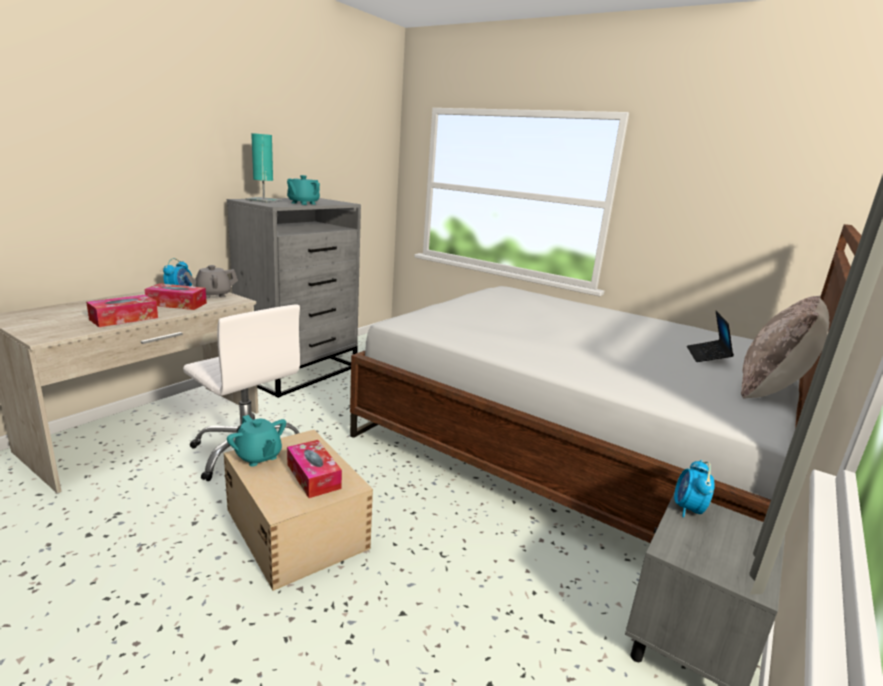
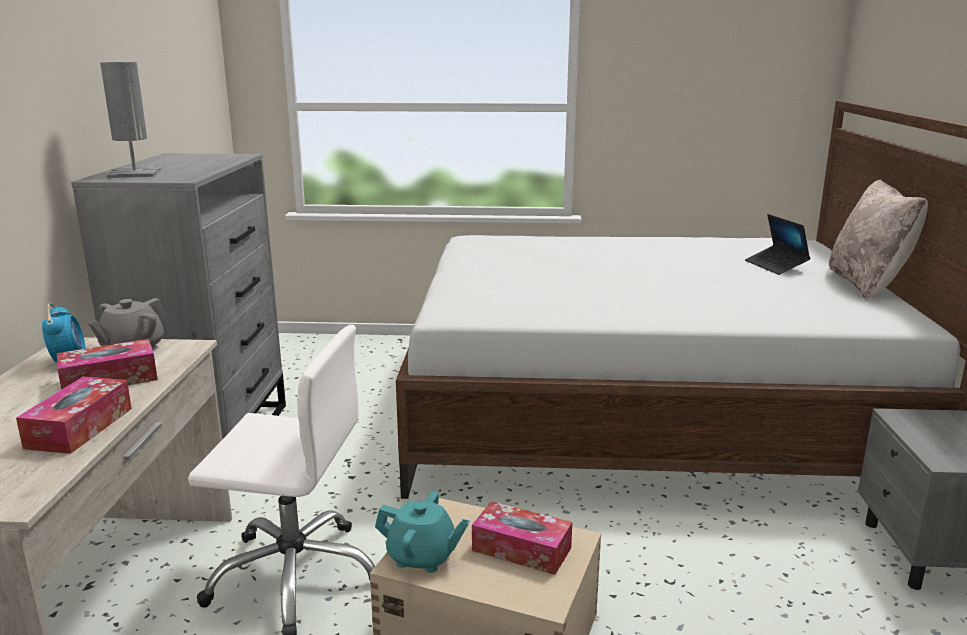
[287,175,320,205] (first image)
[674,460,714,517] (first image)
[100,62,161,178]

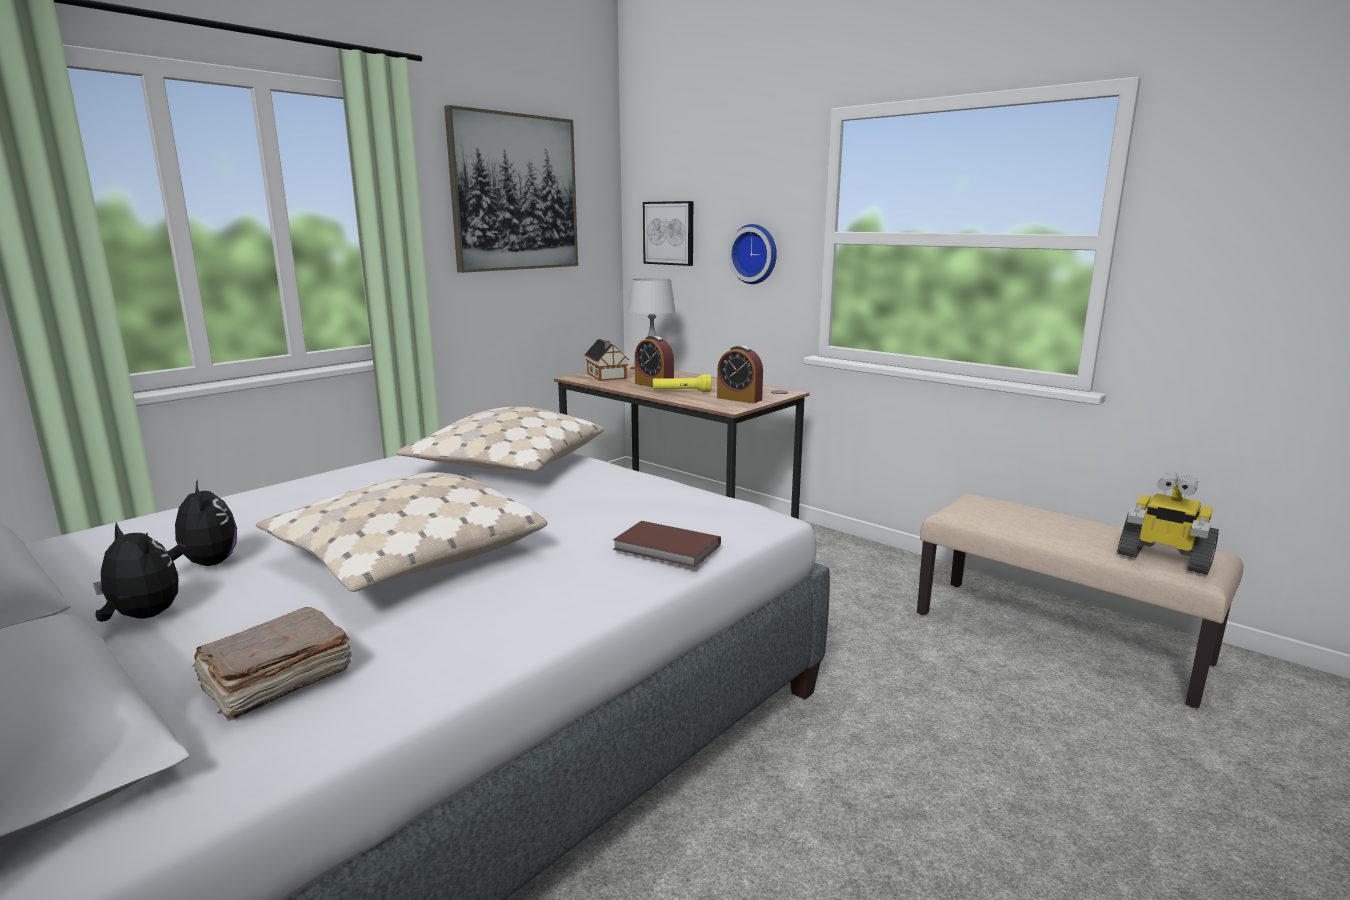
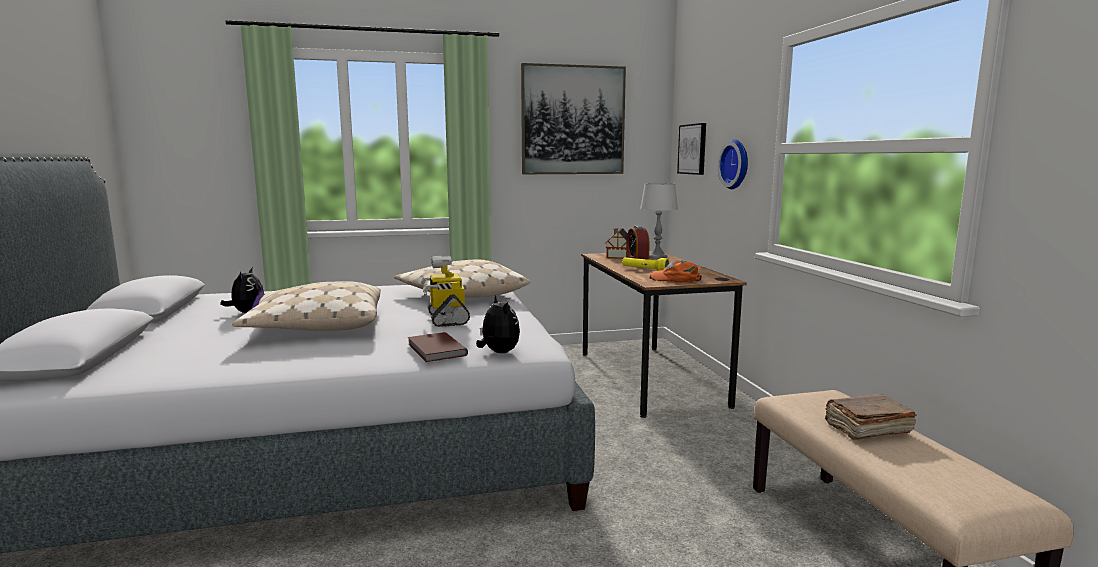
[476,295,520,353]
[825,394,917,440]
[420,255,470,327]
[649,261,702,282]

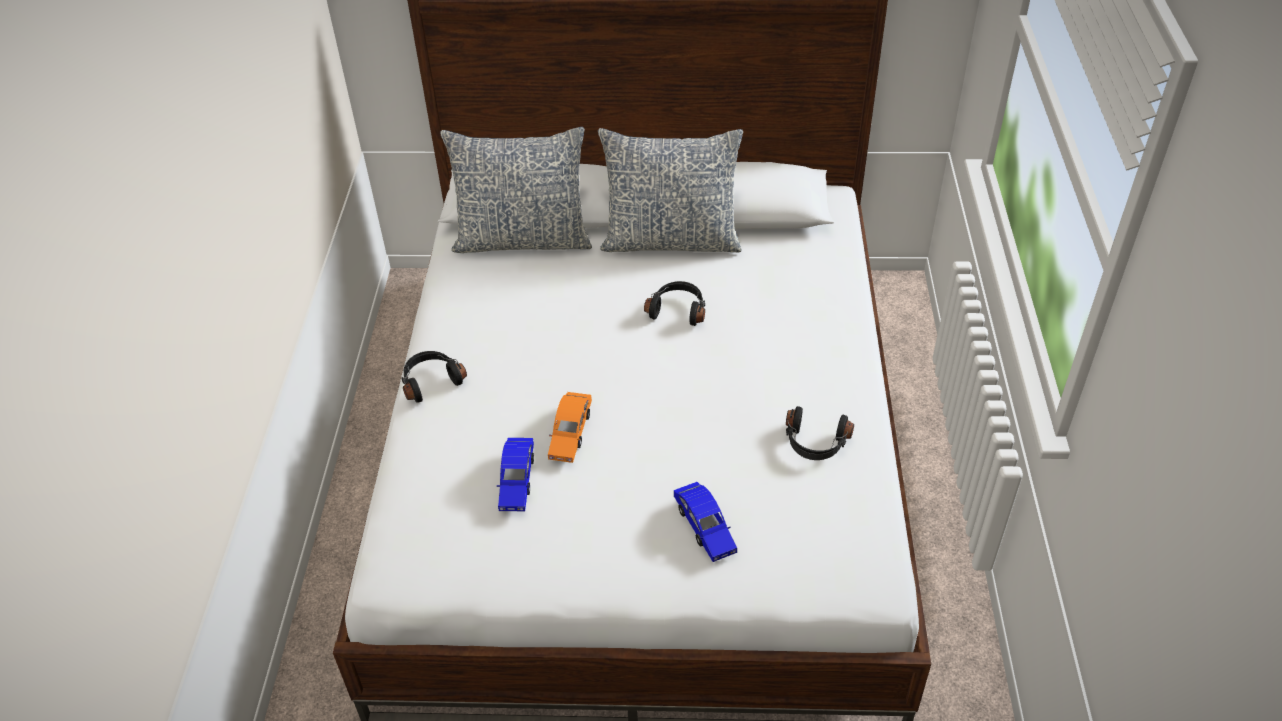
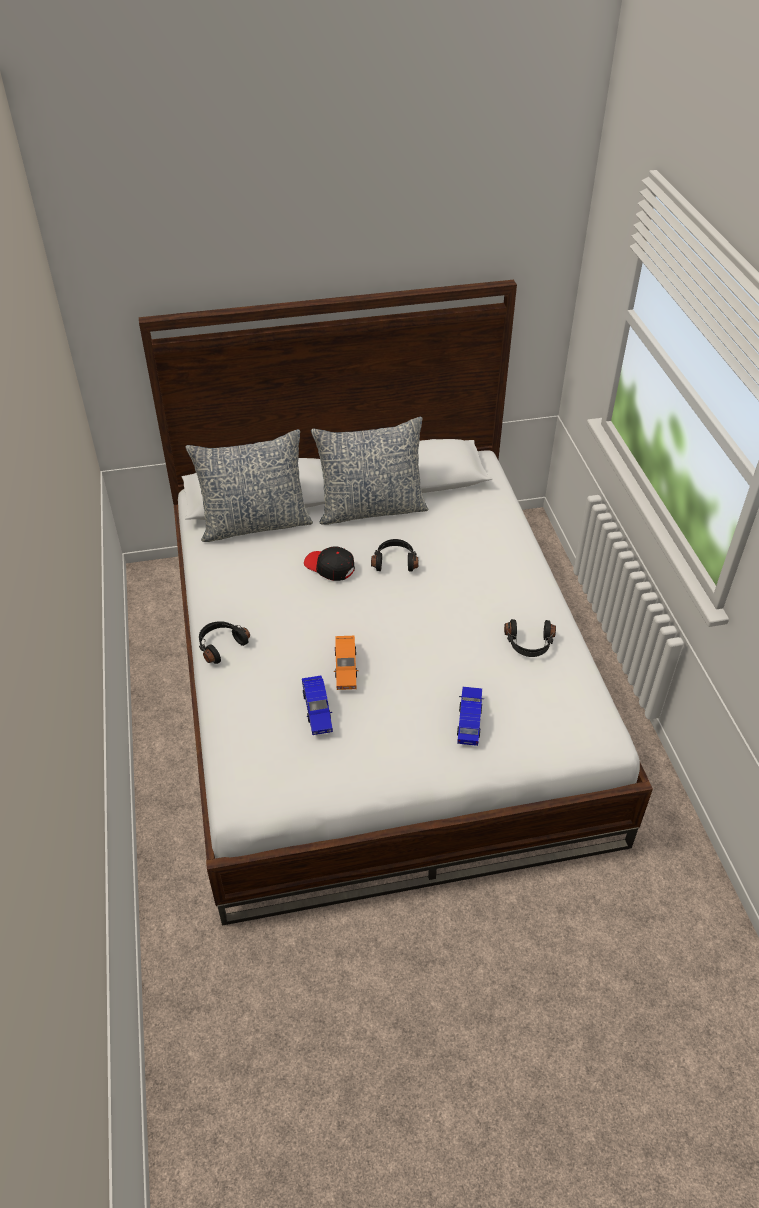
[304,546,355,581]
[457,687,484,746]

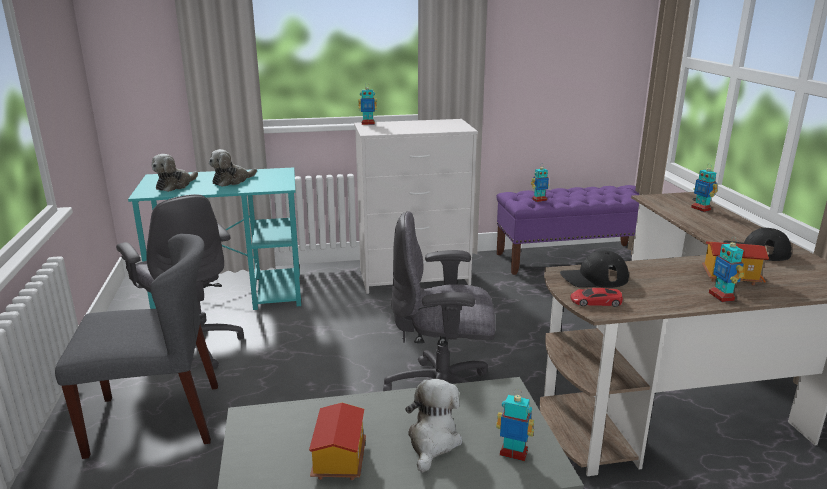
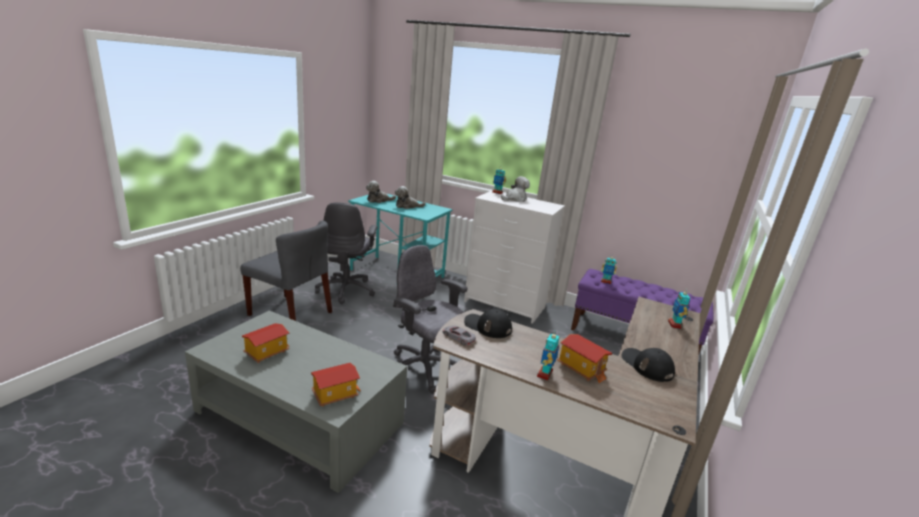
[501,176,530,202]
[311,363,360,407]
[443,325,476,346]

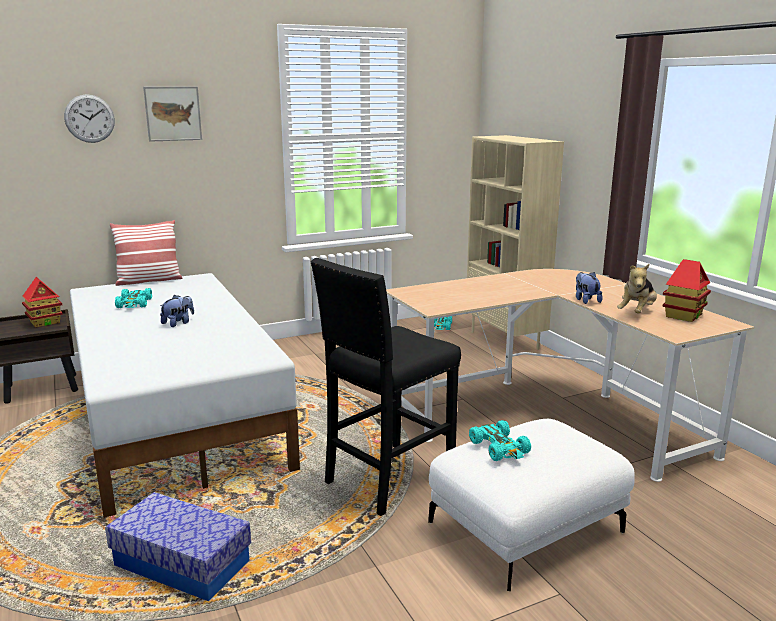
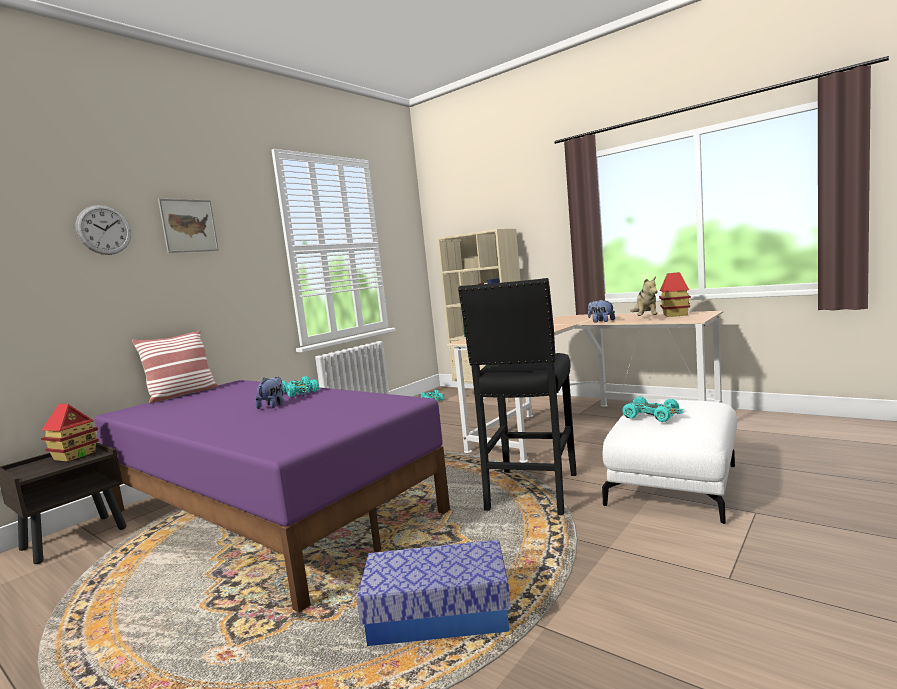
[282,376,319,397]
[94,380,450,613]

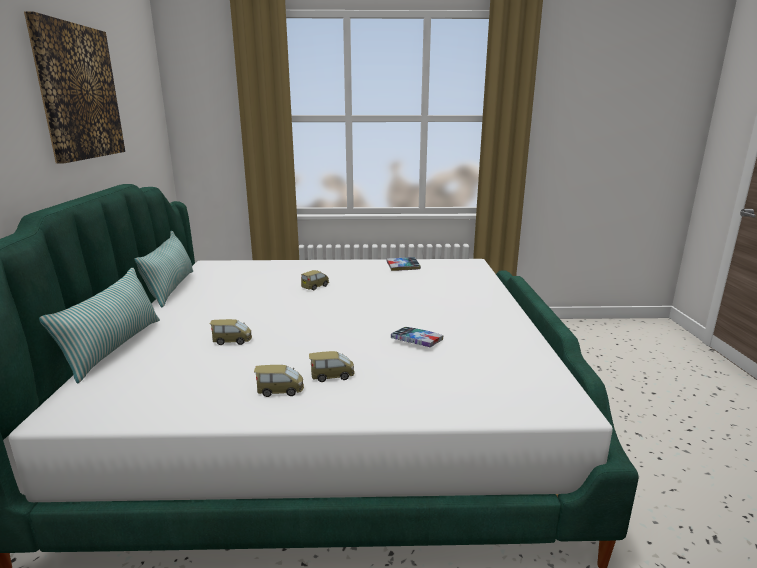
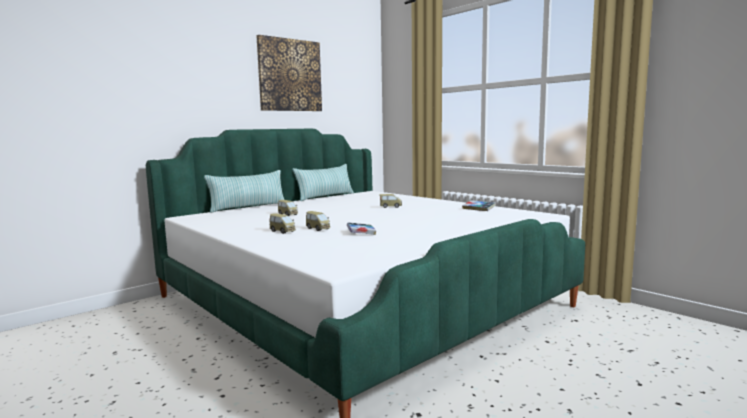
[306,211,330,231]

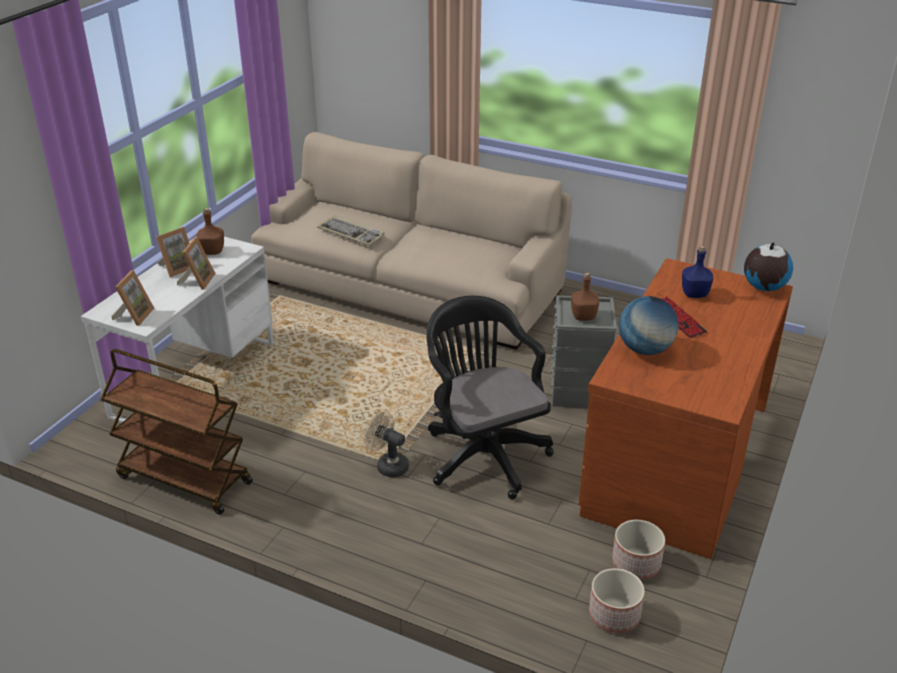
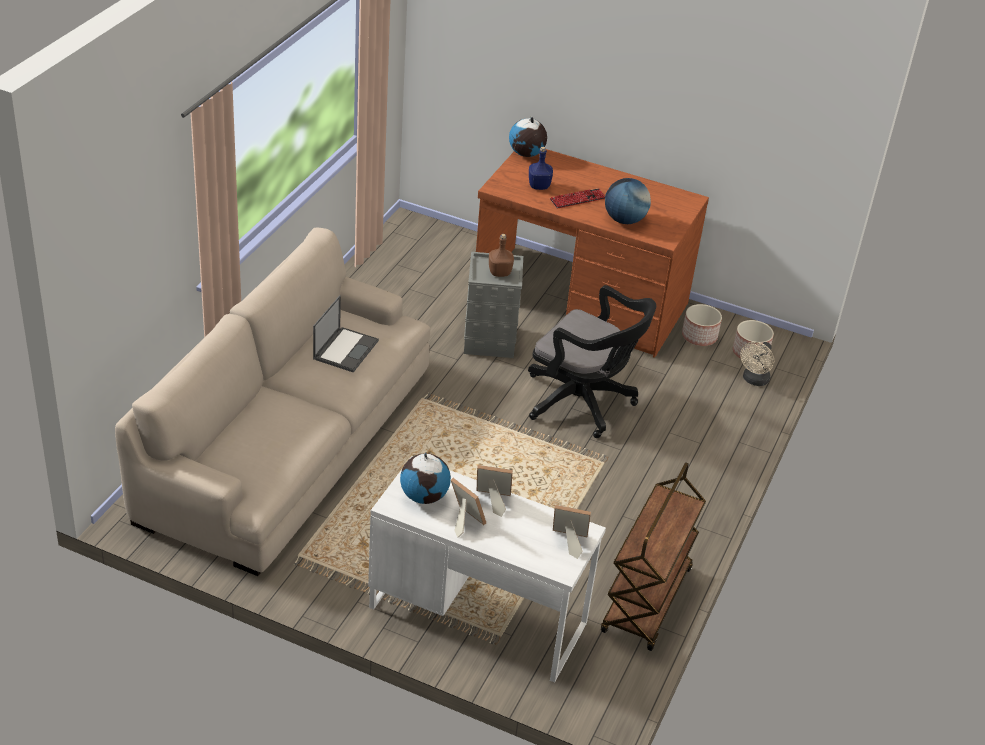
[317,215,384,246] (first image)
[313,295,379,373]
[740,342,774,386]
[400,453,451,504]
[528,285,656,438]

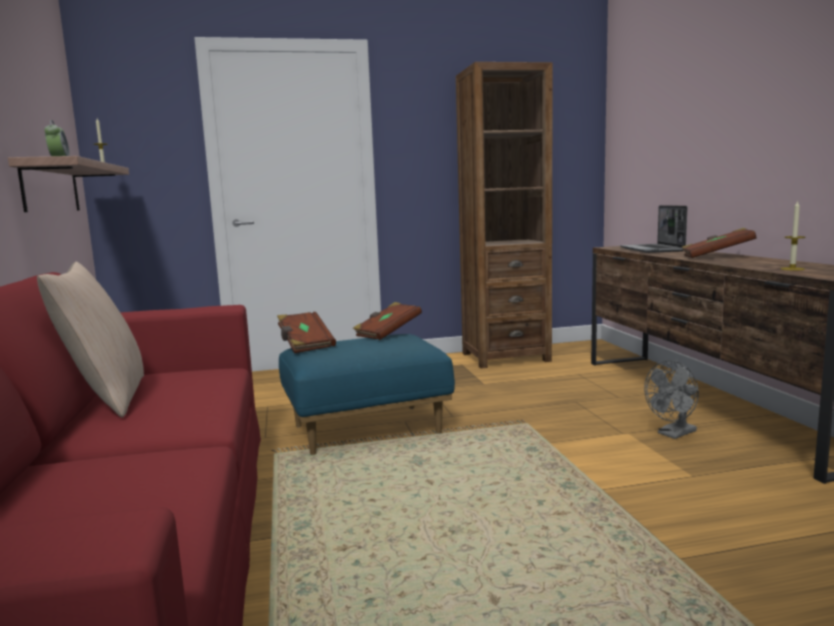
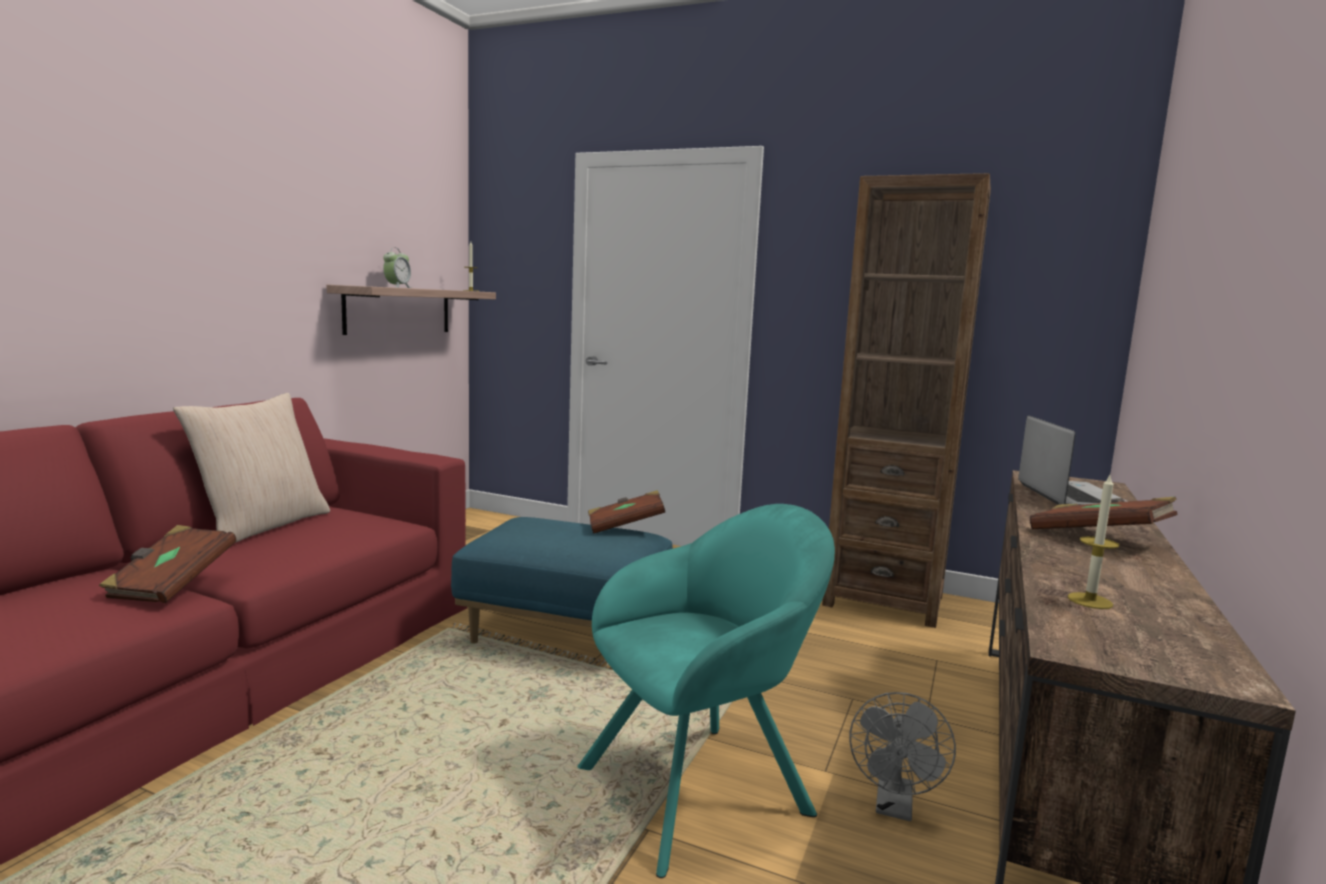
[578,504,835,878]
[99,525,237,603]
[1018,415,1127,505]
[849,692,956,821]

